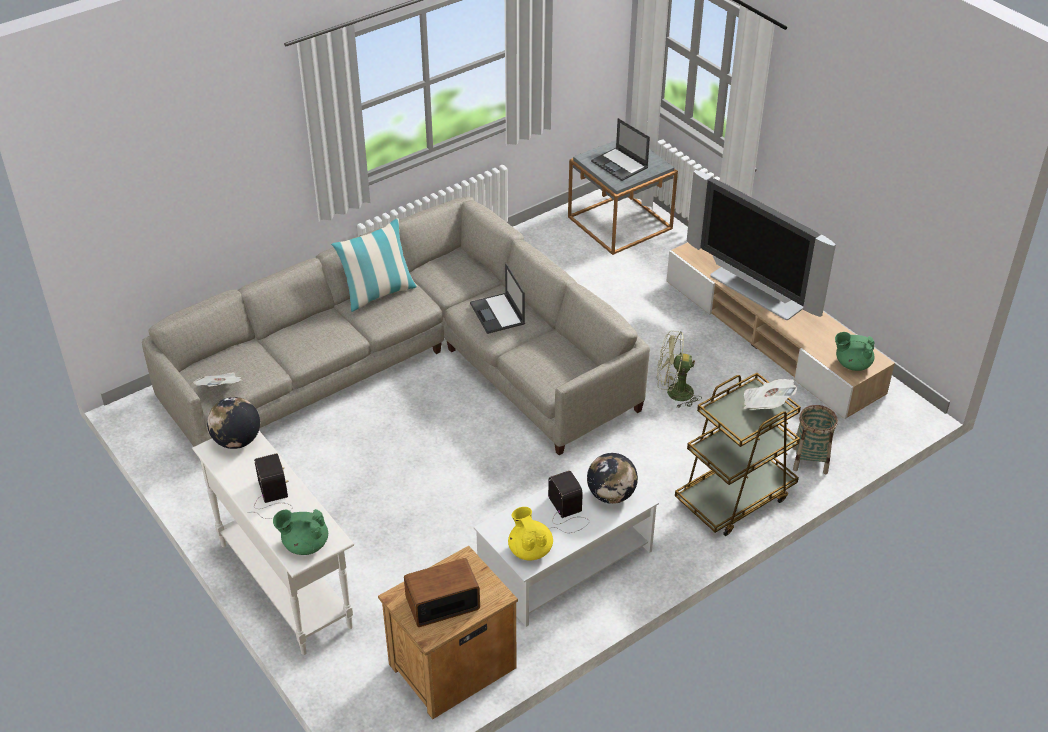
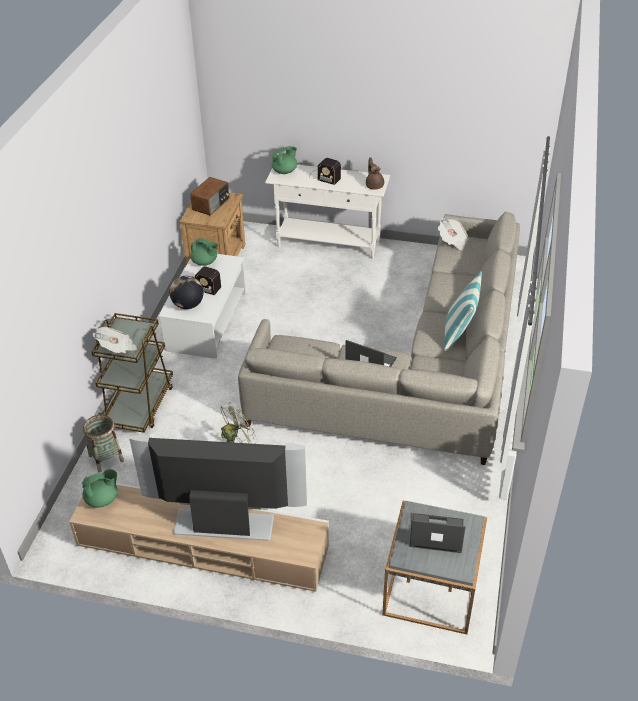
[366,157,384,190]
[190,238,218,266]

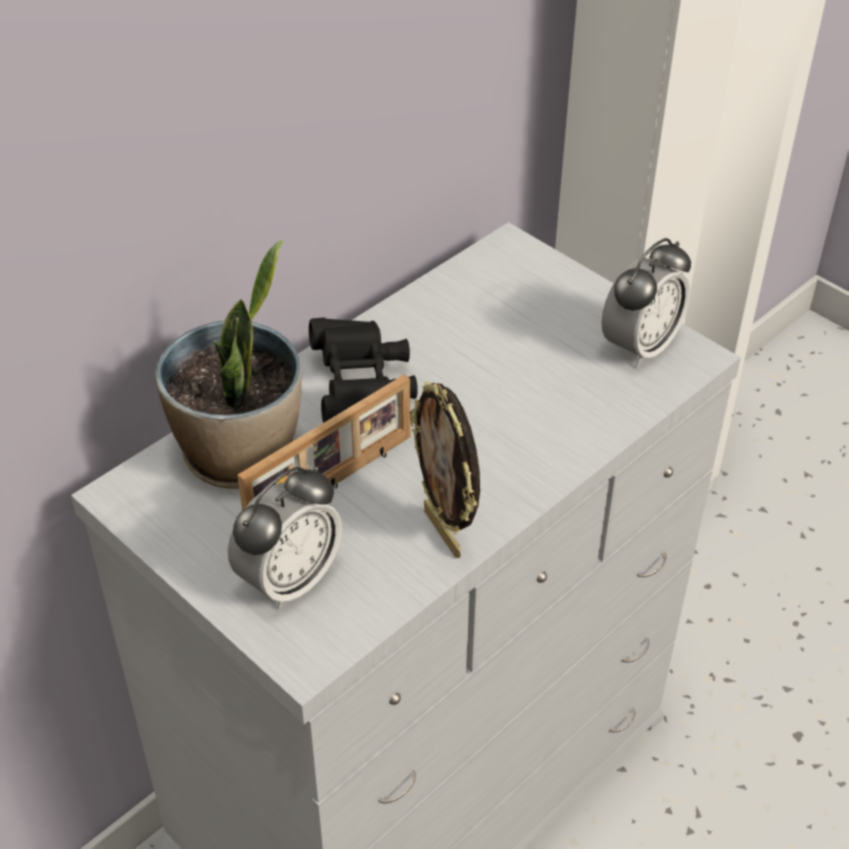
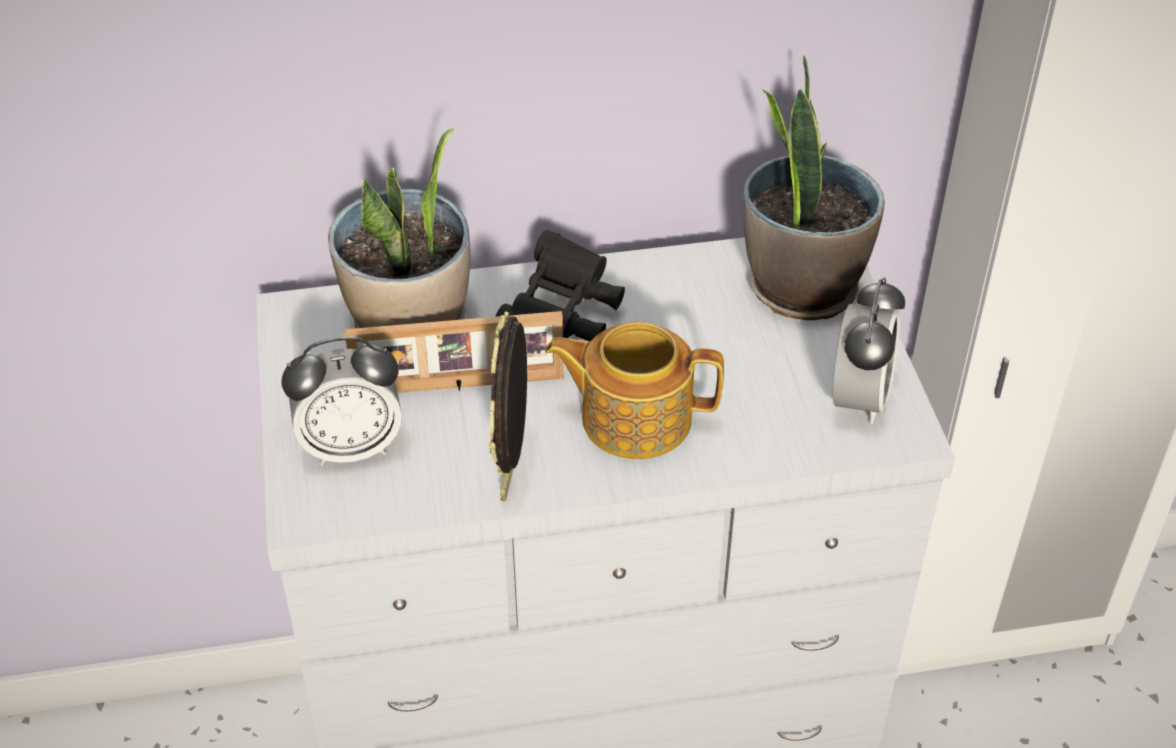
[545,322,724,459]
[743,55,885,320]
[833,277,905,424]

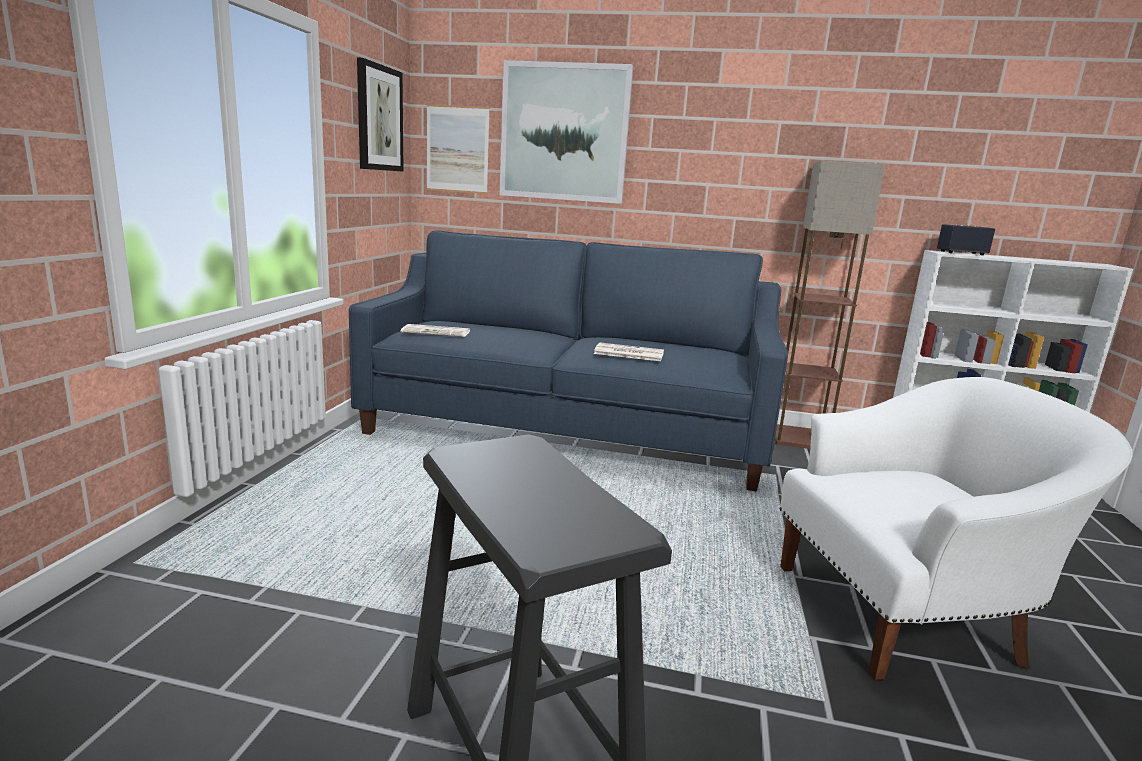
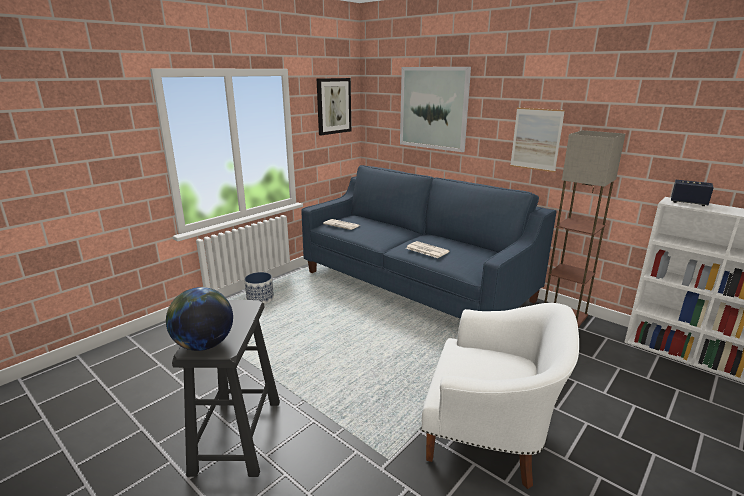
[166,287,233,351]
[244,272,274,304]
[510,107,565,172]

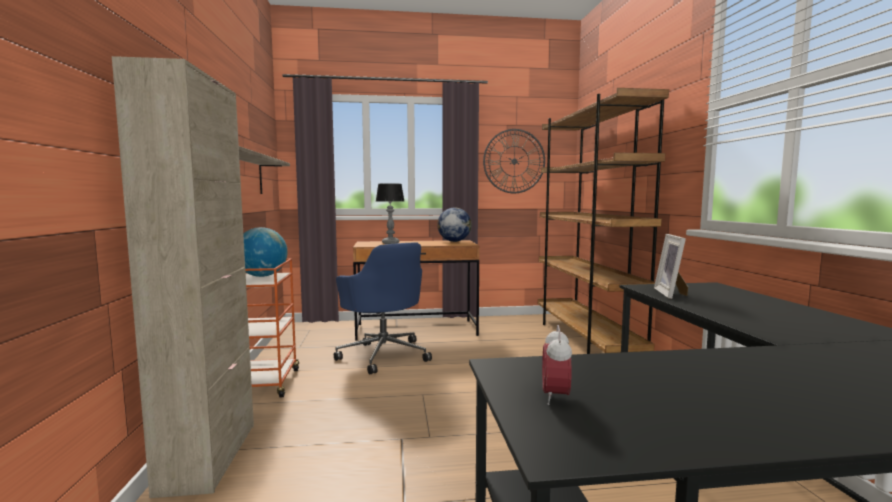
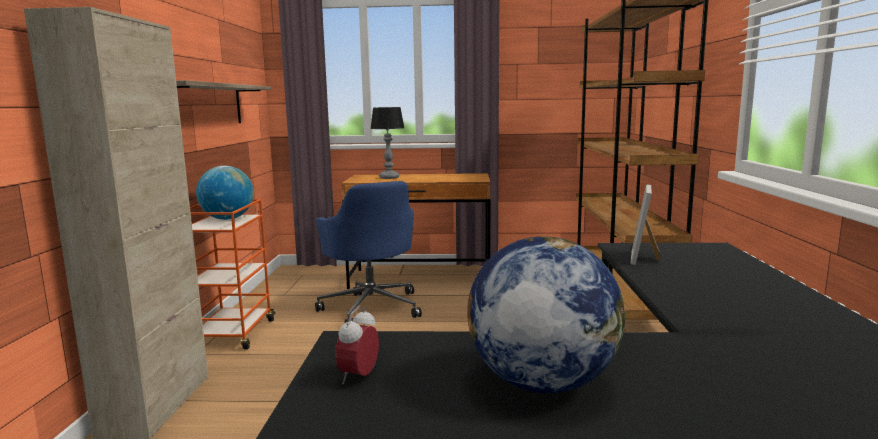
[483,129,545,193] (first image)
[467,236,625,393]

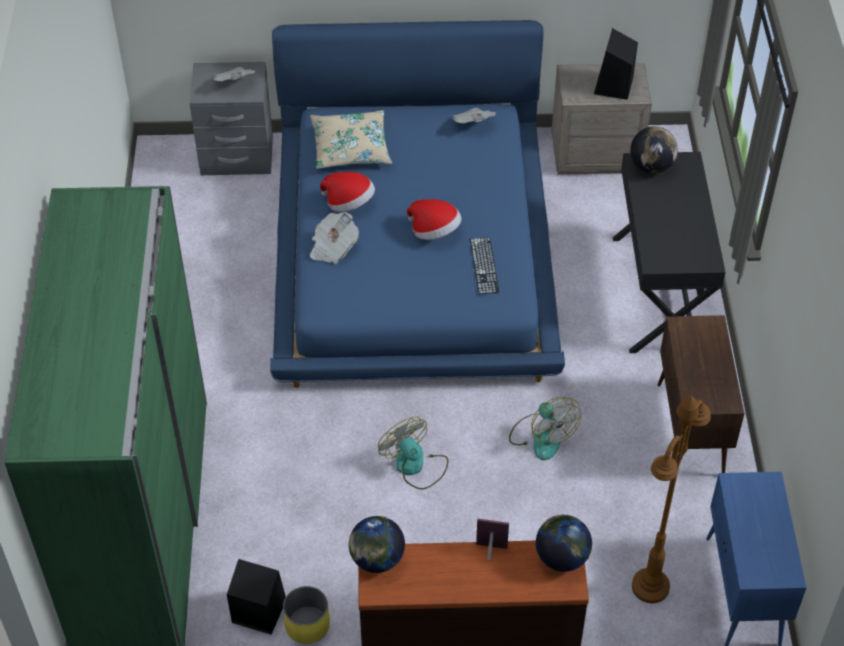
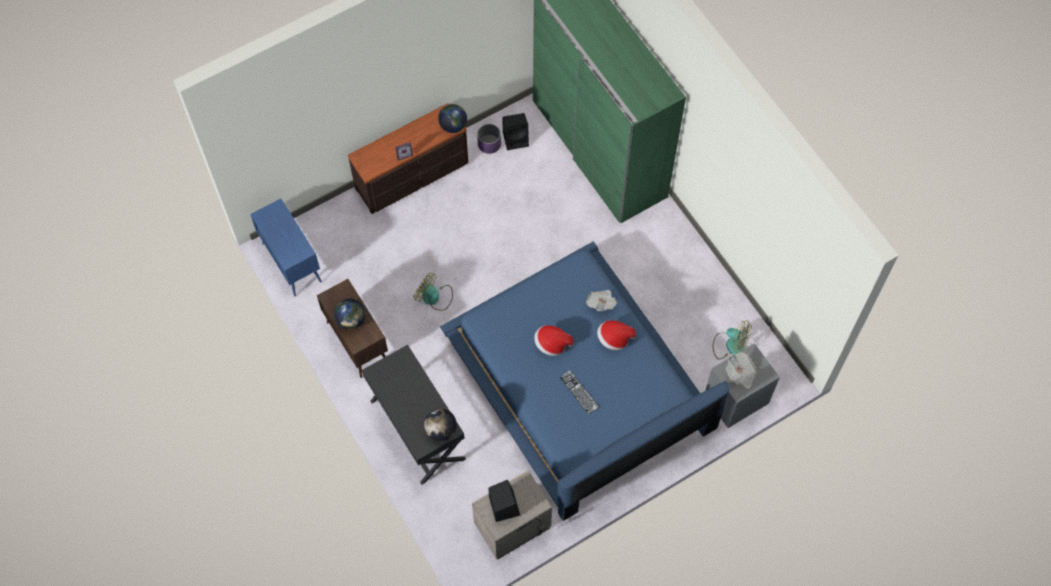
[310,110,392,169] (first image)
[453,108,496,123] (first image)
[632,396,711,603] (first image)
[713,320,752,359]
[560,370,599,414]
[334,299,365,329]
[477,124,501,154]

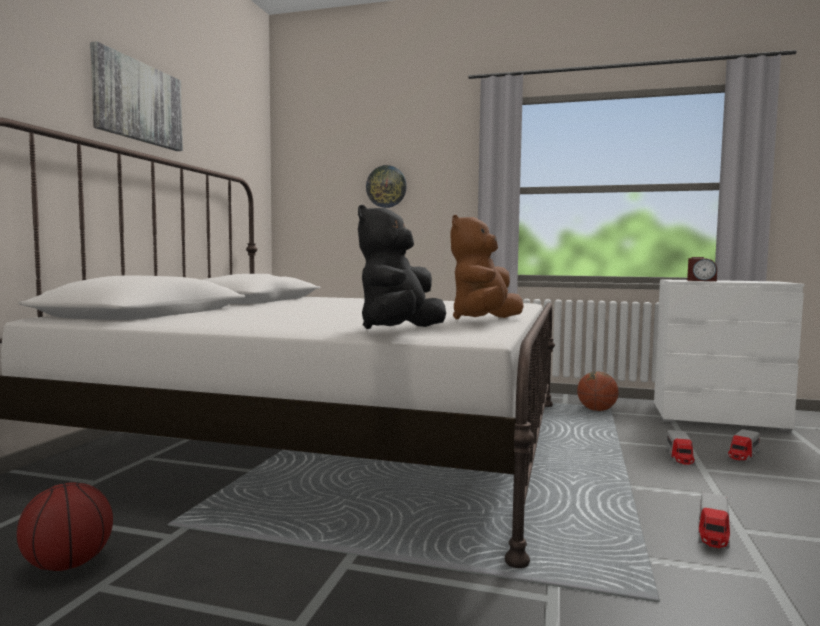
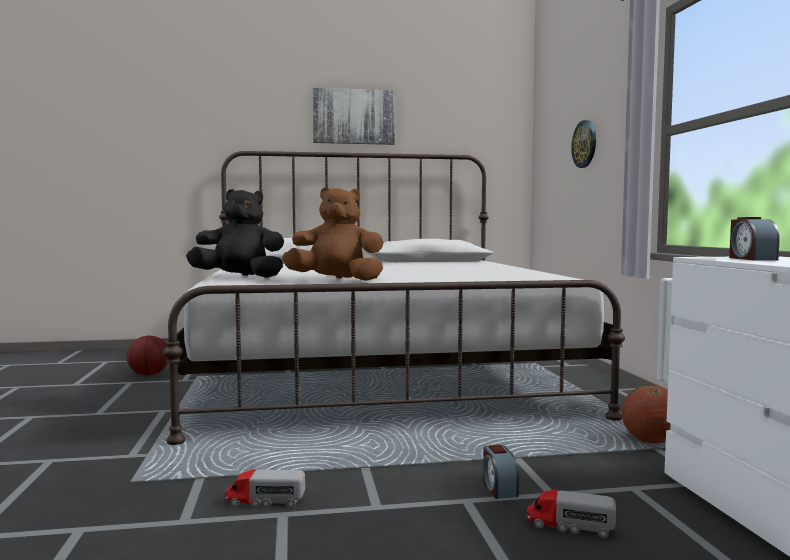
[483,445,519,499]

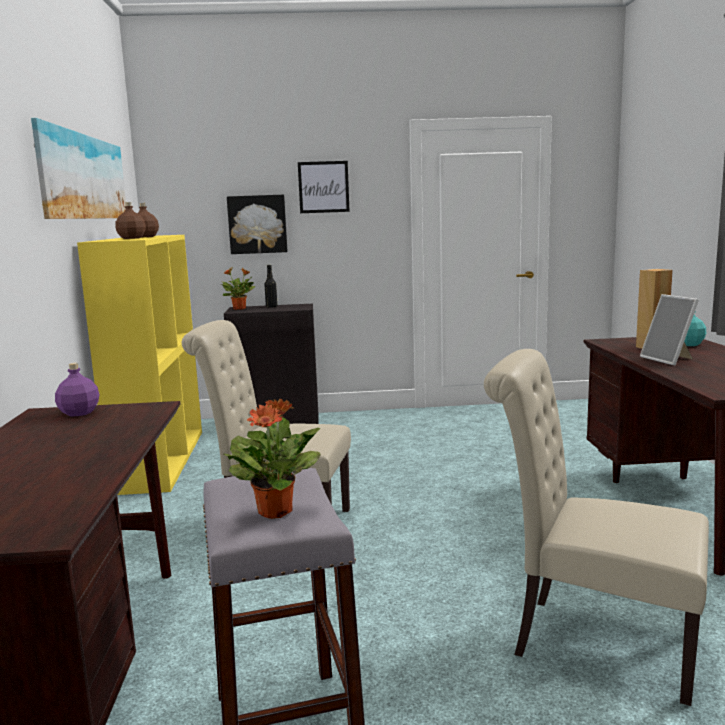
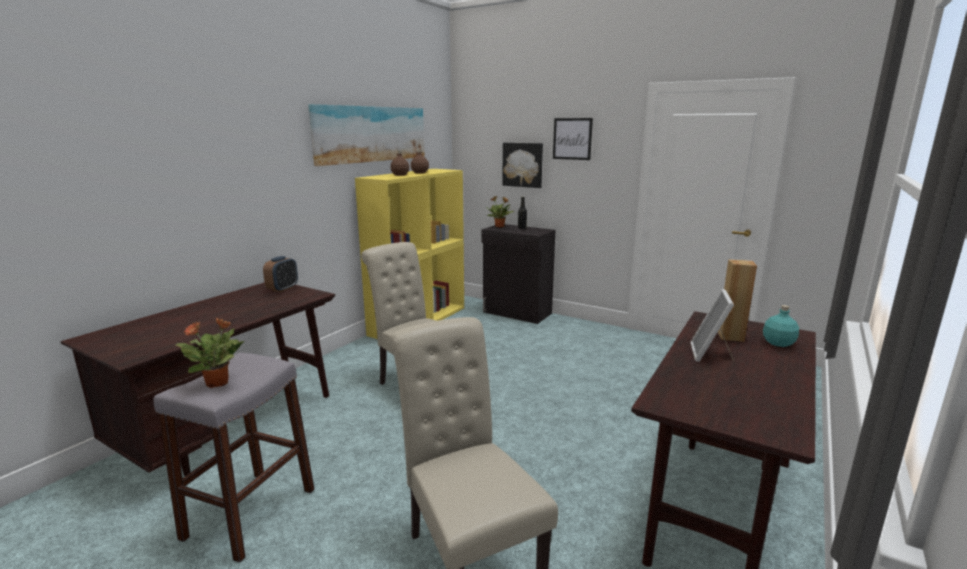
[263,256,298,292]

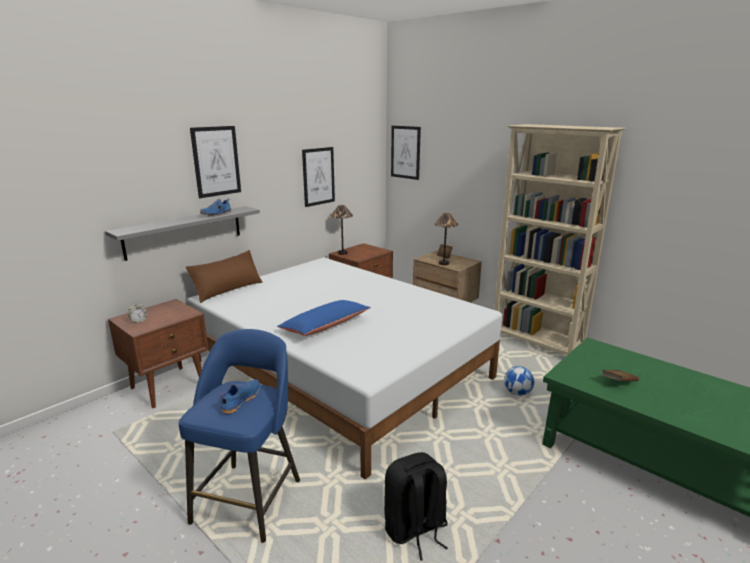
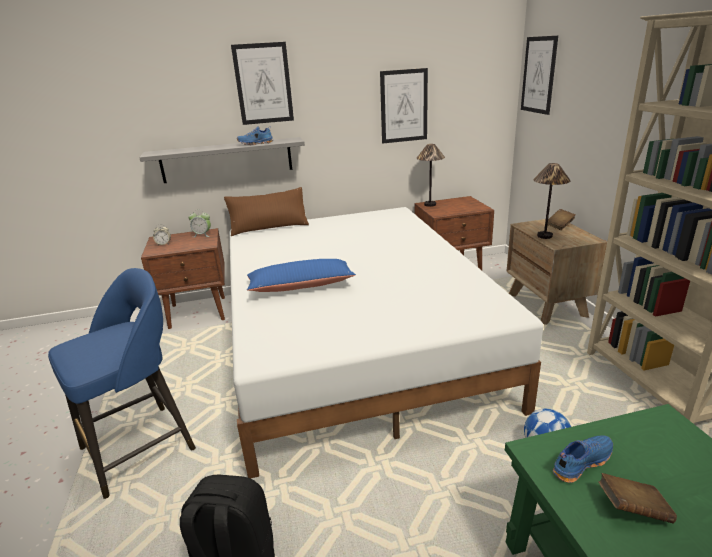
[188,210,211,237]
[553,435,613,483]

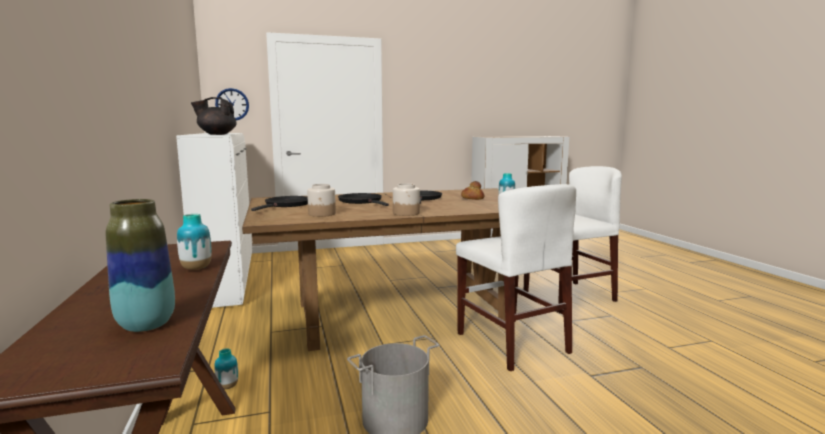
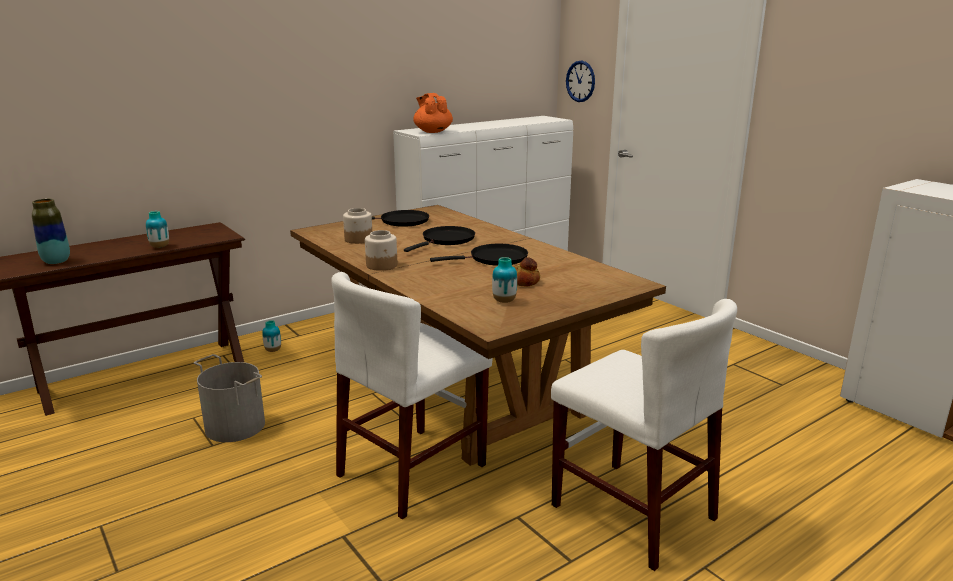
[413,93,453,133]

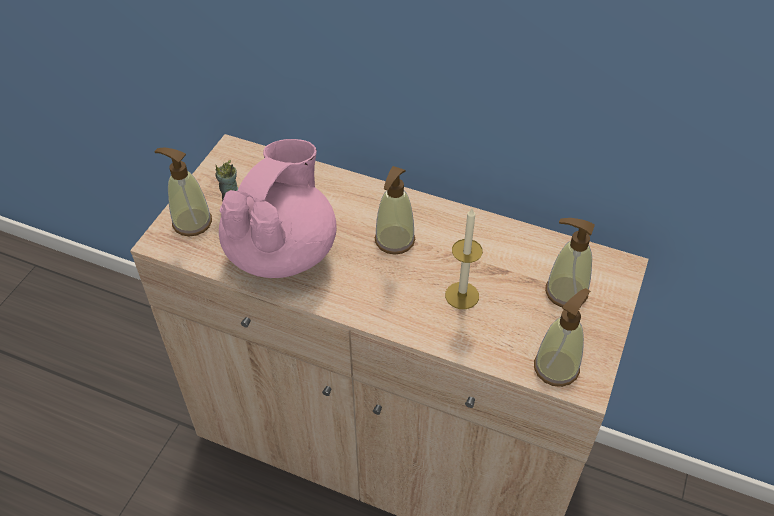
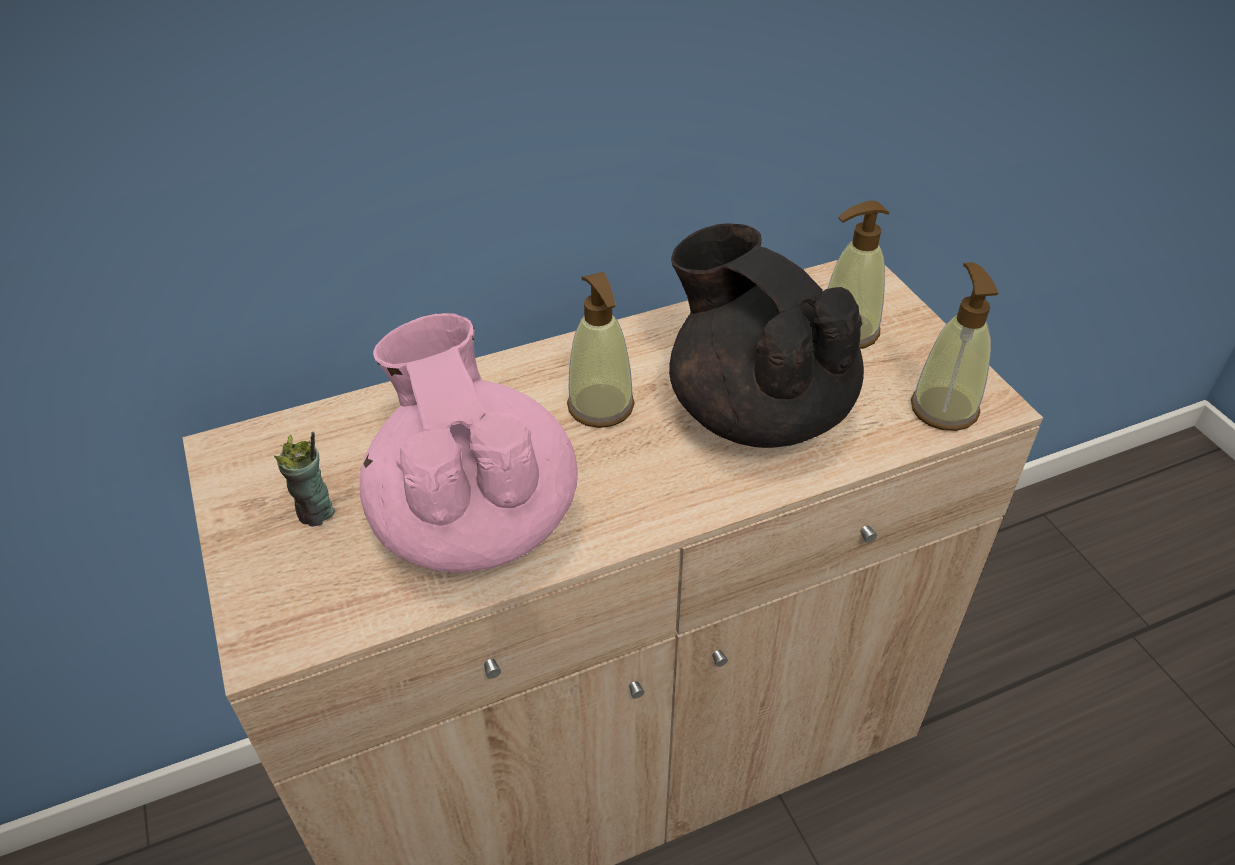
[154,148,212,236] (first image)
[669,223,864,448]

